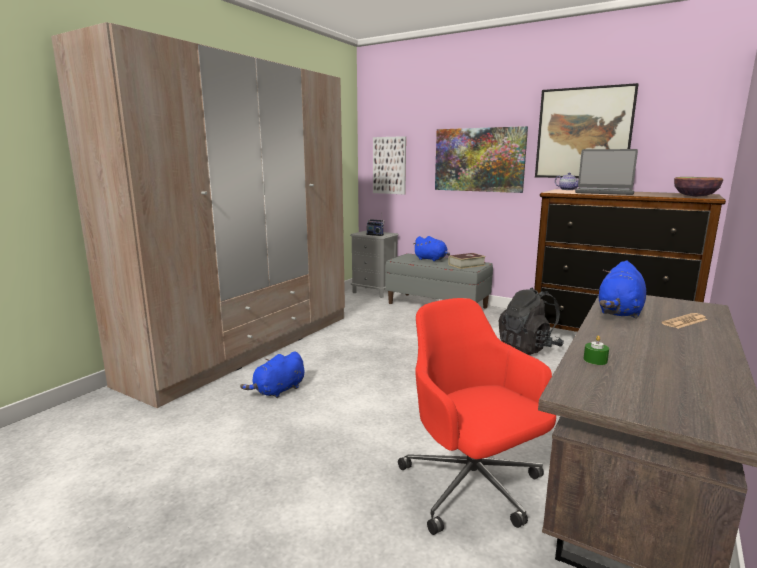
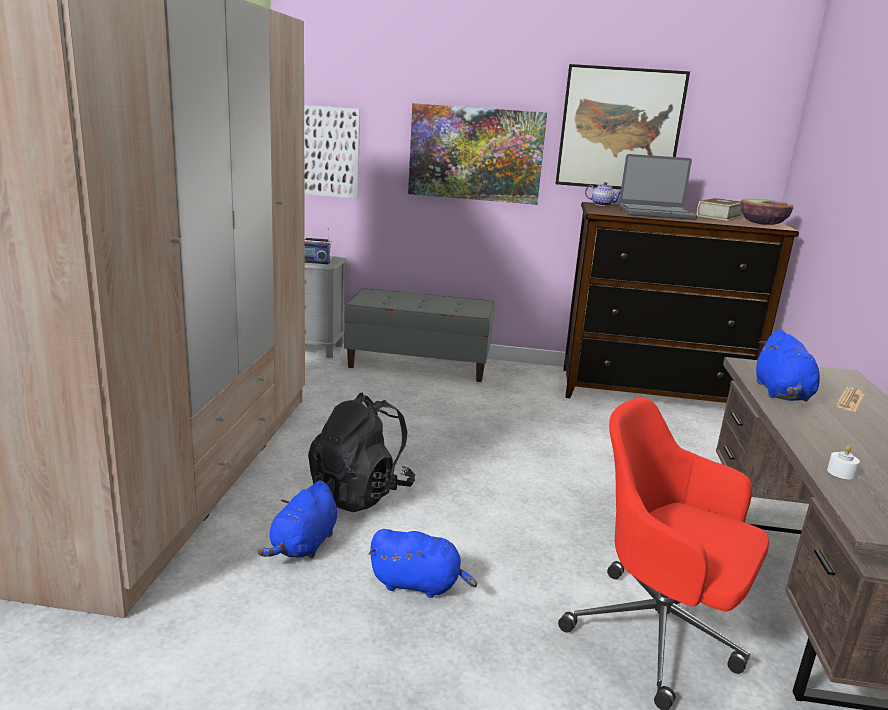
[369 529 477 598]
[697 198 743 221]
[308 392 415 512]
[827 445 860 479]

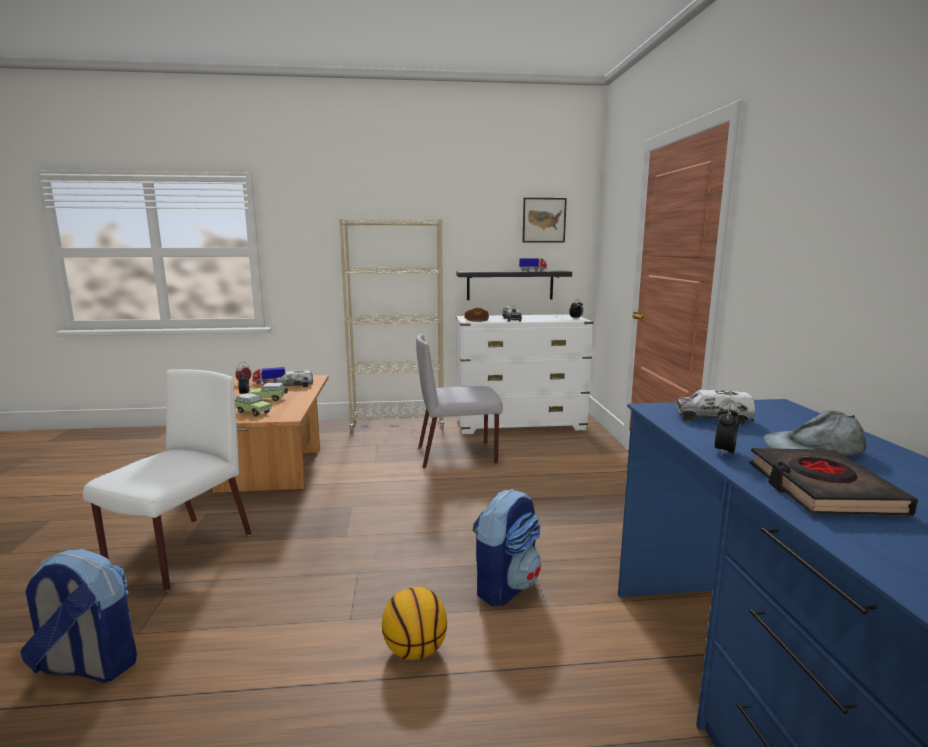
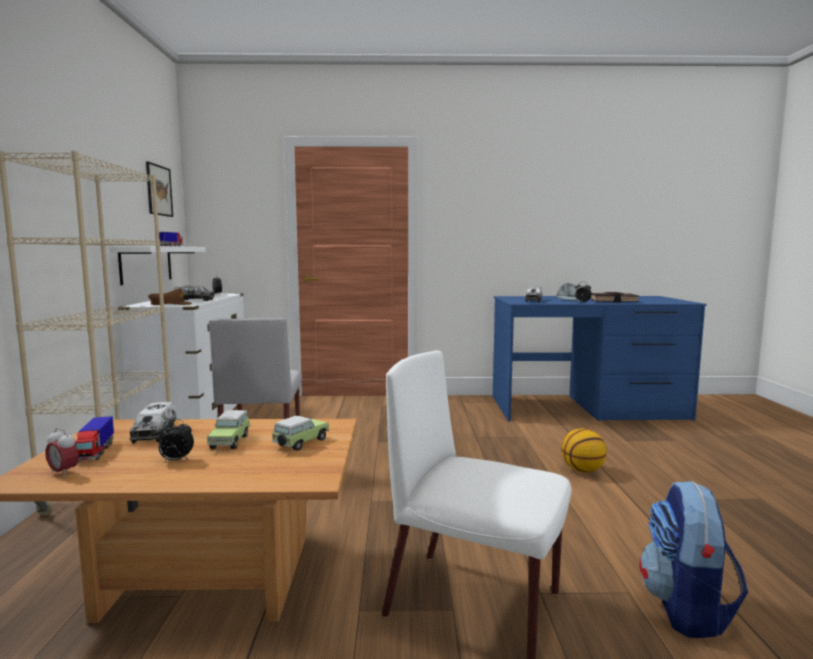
[473 489 541 606] (first image)
[109 246 206 285]

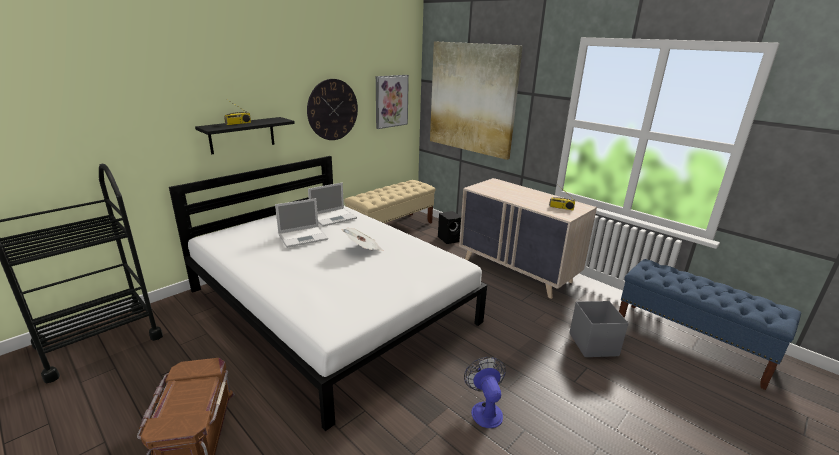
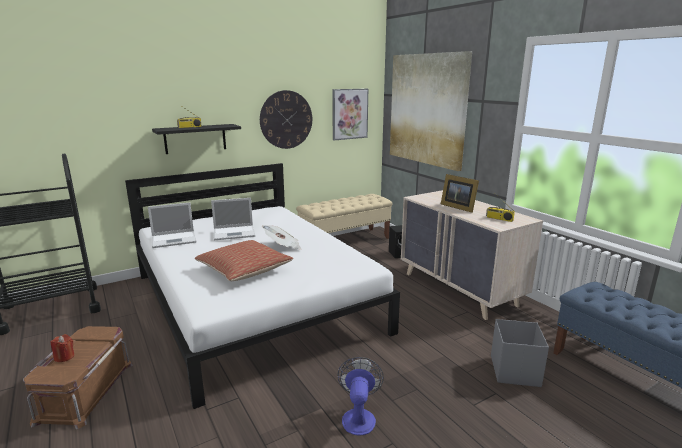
[51 334 75 362]
[195 240 293 281]
[441 174 479 213]
[148 202 196 248]

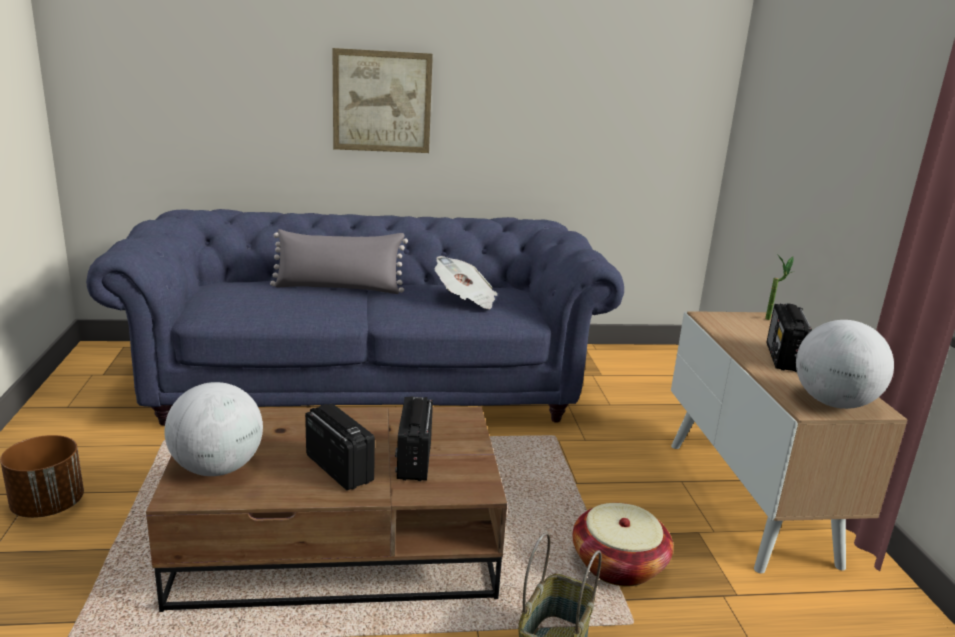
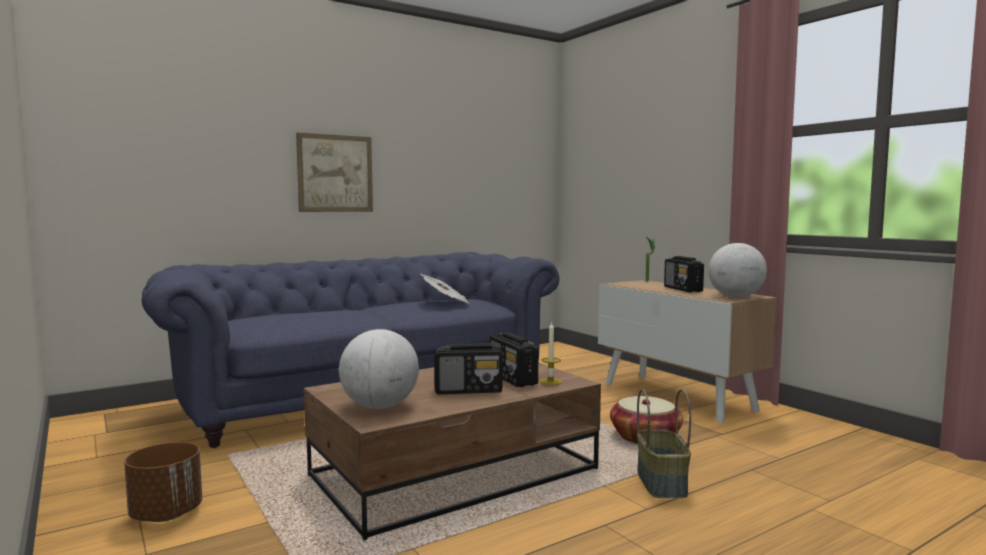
[270 229 408 294] (first image)
[540 321 562 385]
[434 343 503 394]

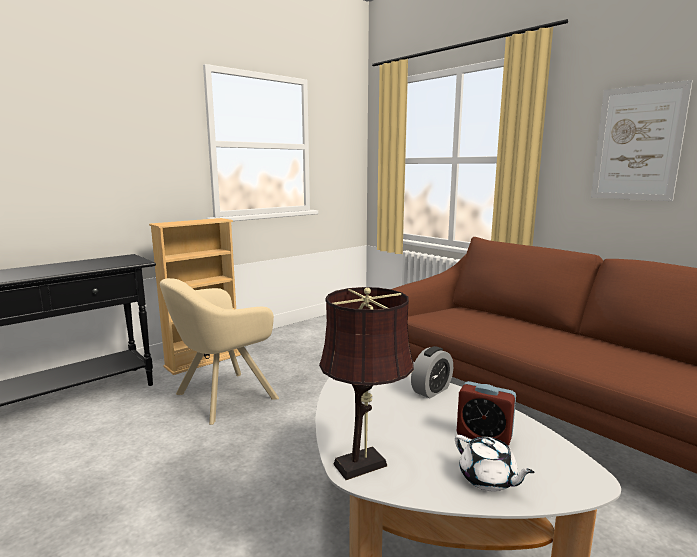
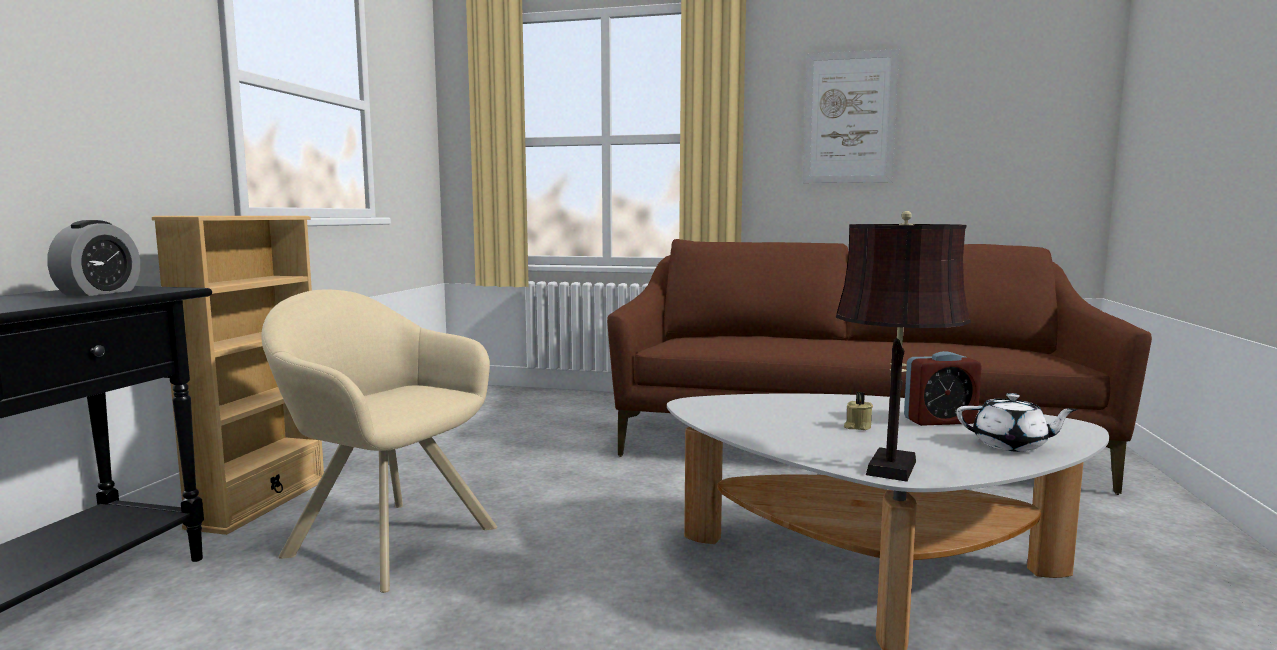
[844 392 873 430]
[47 220 140 296]
[261 289 497 593]

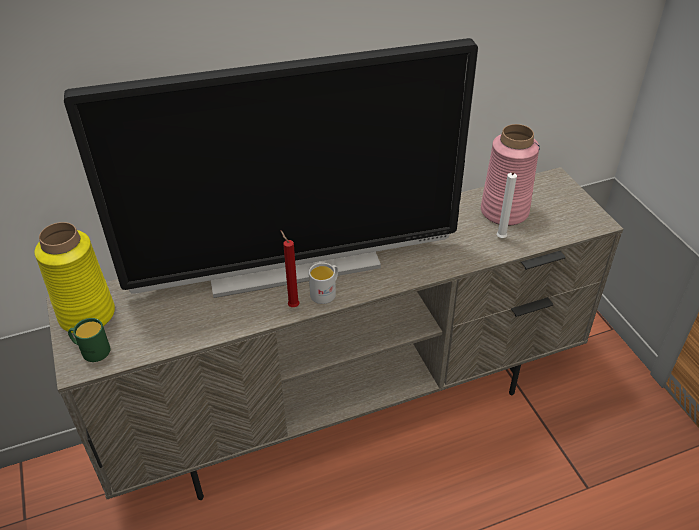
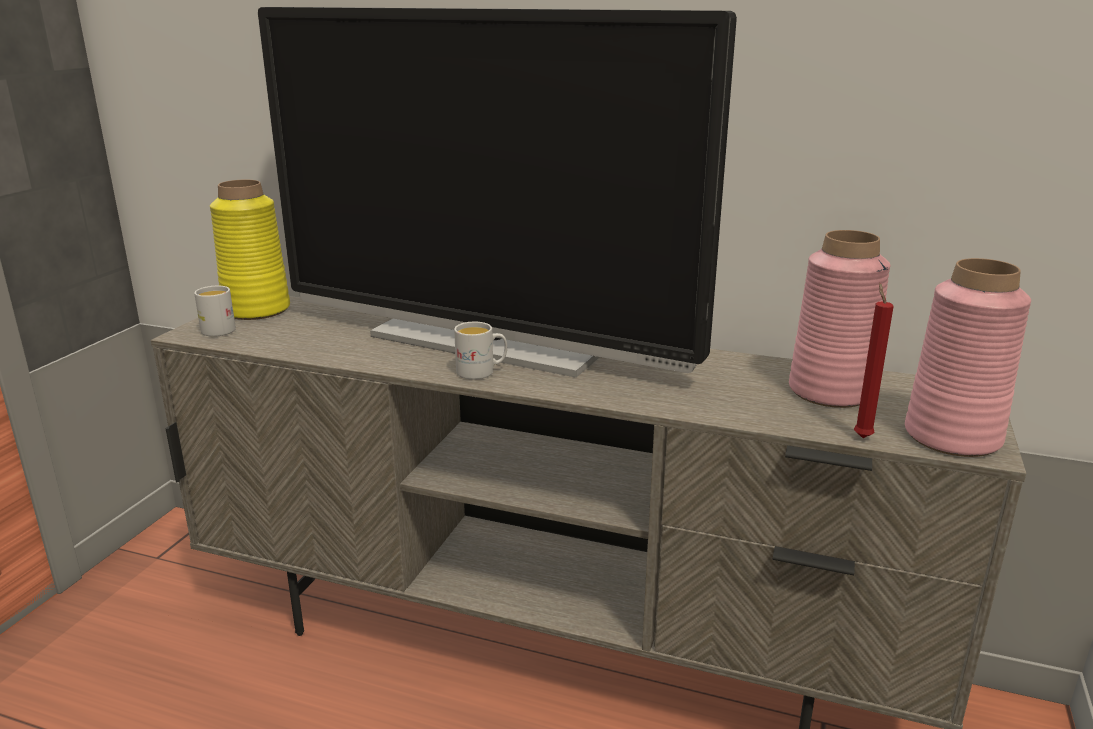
[497 172 517 238] (first image)
[905 258 1031 457]
[854 283 894 438]
[194 286 236 337]

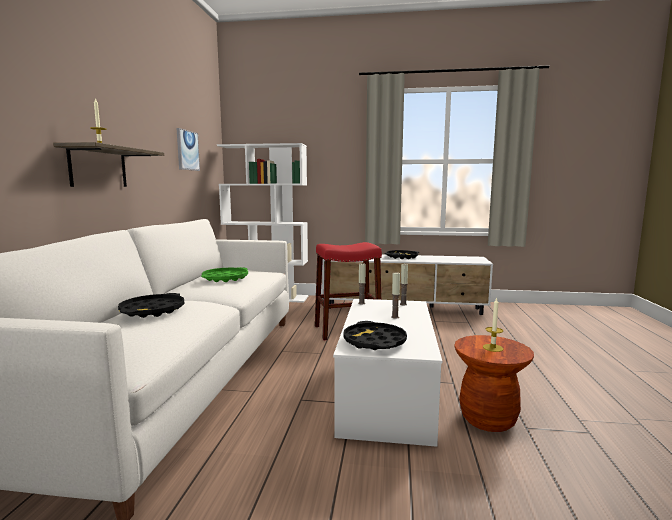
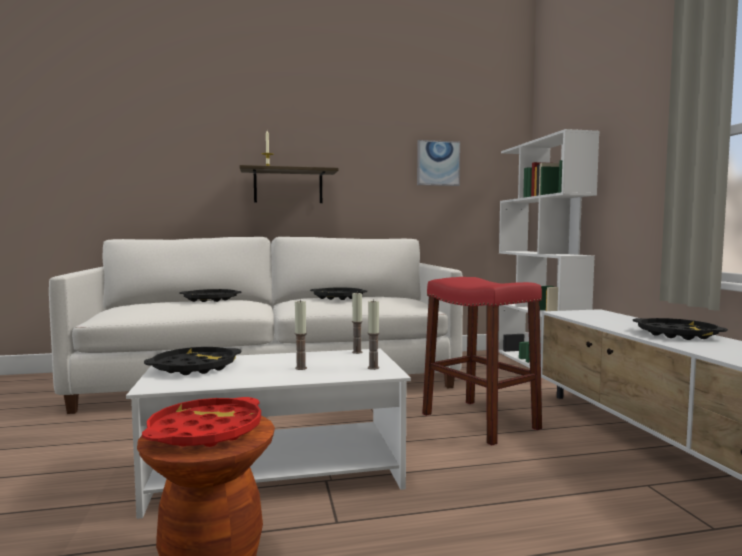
[142 397 261 447]
[310 288 367 300]

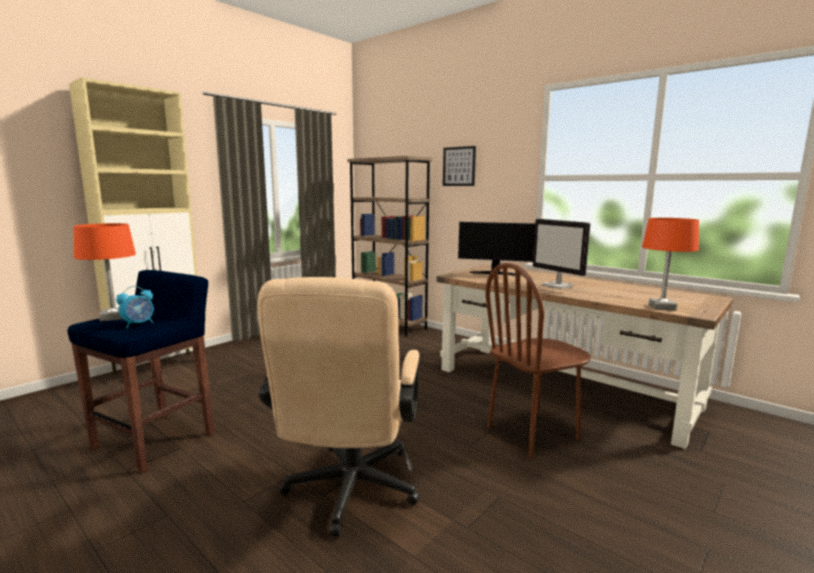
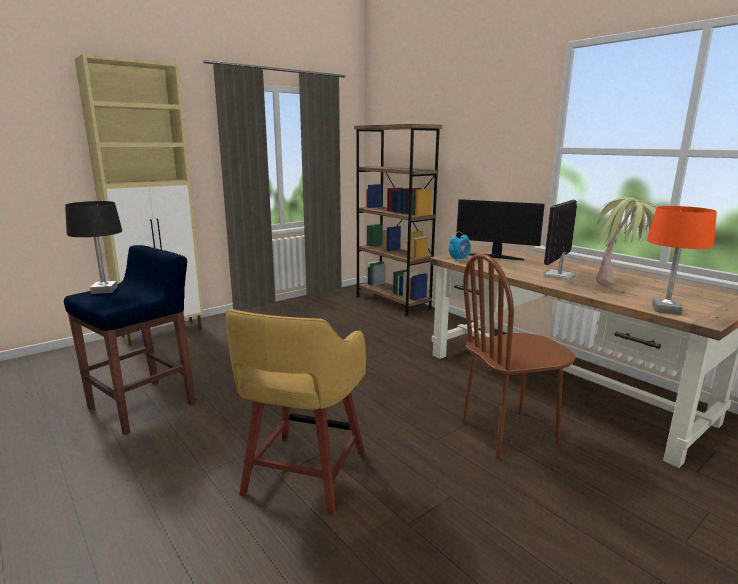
[443 146 476 186] (first image)
[596 197 656 287]
[449 231 471 262]
[226 309 366 516]
[65 201 122 294]
[543 200 577 280]

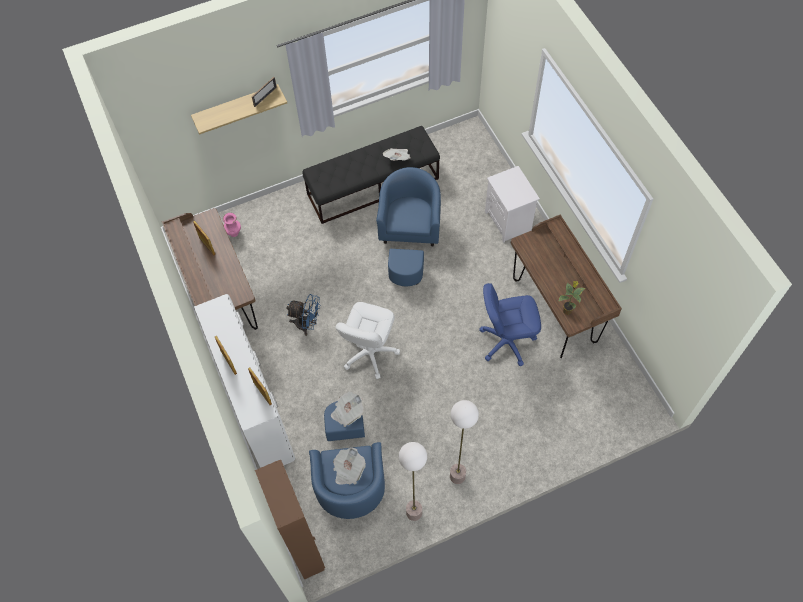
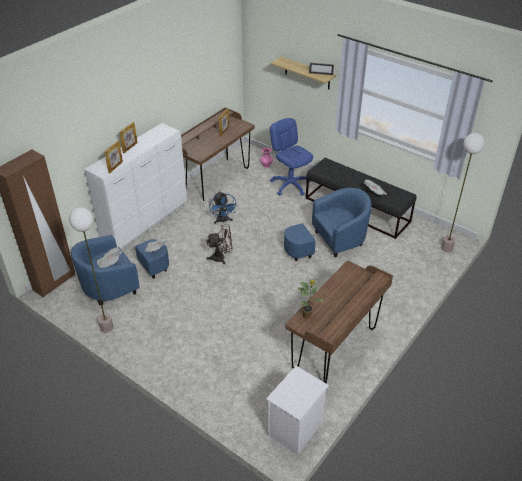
[441 133 484 252]
[270 118 313 195]
[266 366 329 455]
[206 225 233 264]

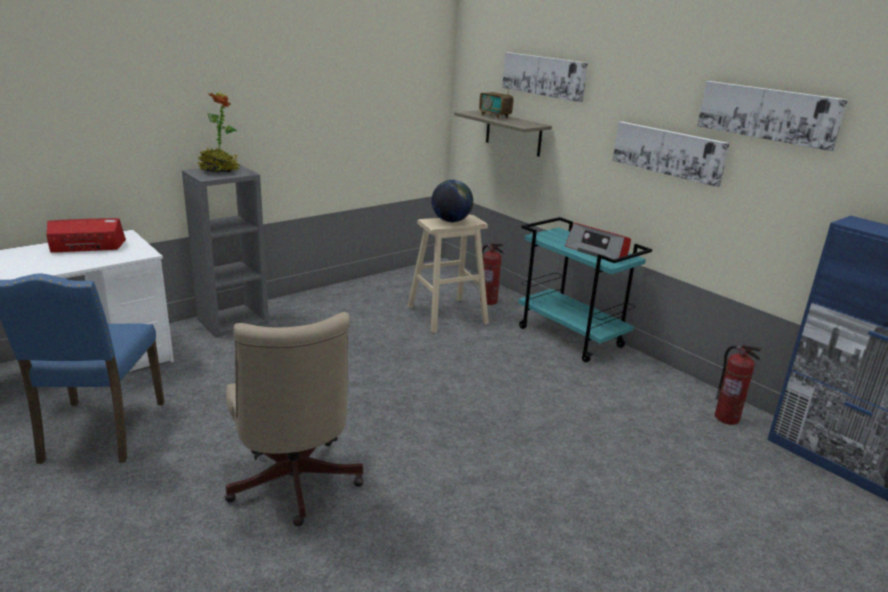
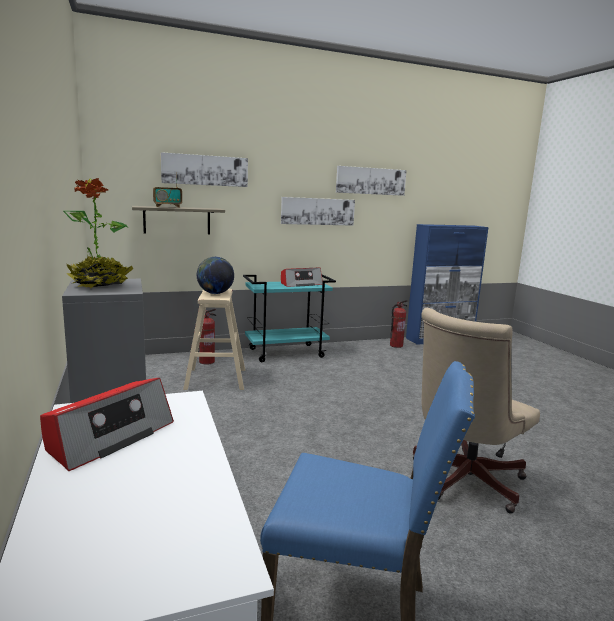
[40 378 174 471]
[413 308 540 514]

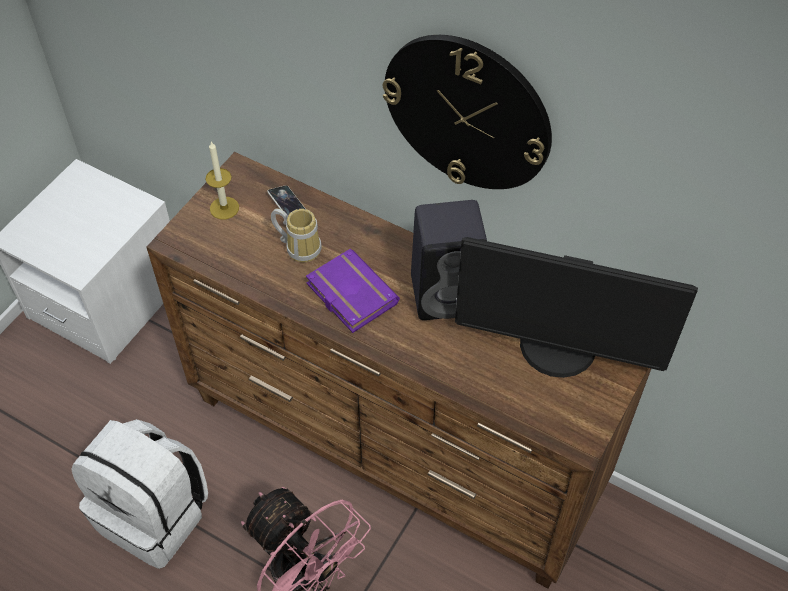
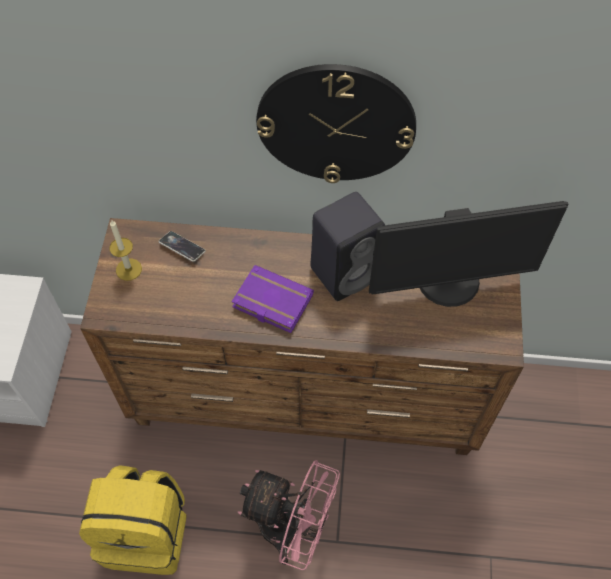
[271 209 322 262] (first image)
[79 465 187 575]

